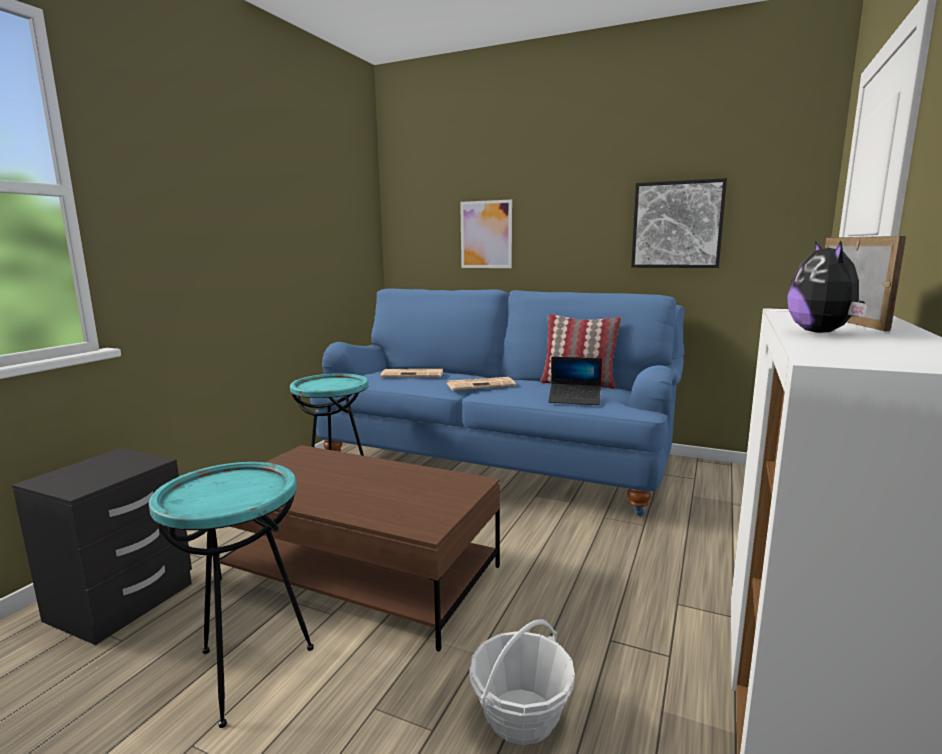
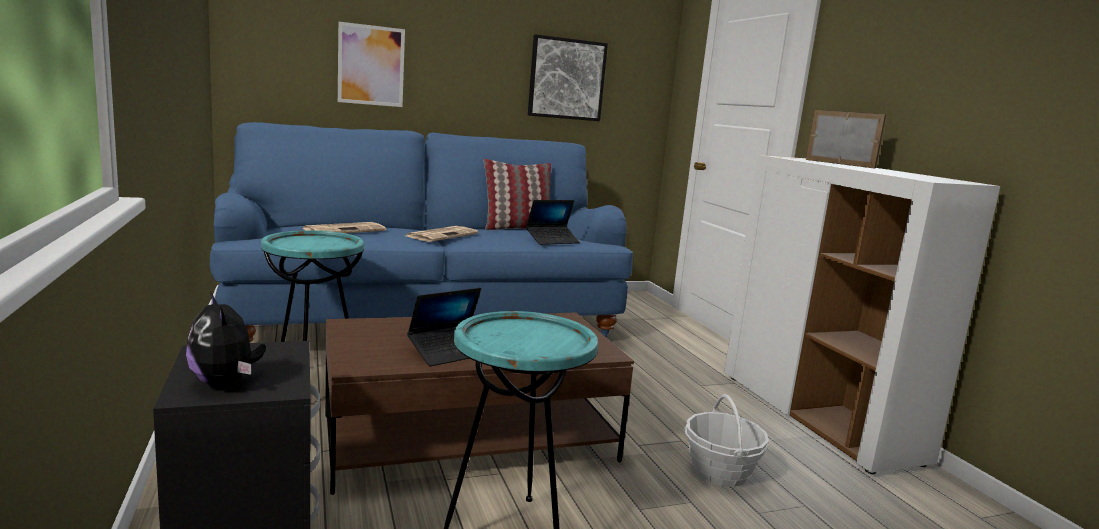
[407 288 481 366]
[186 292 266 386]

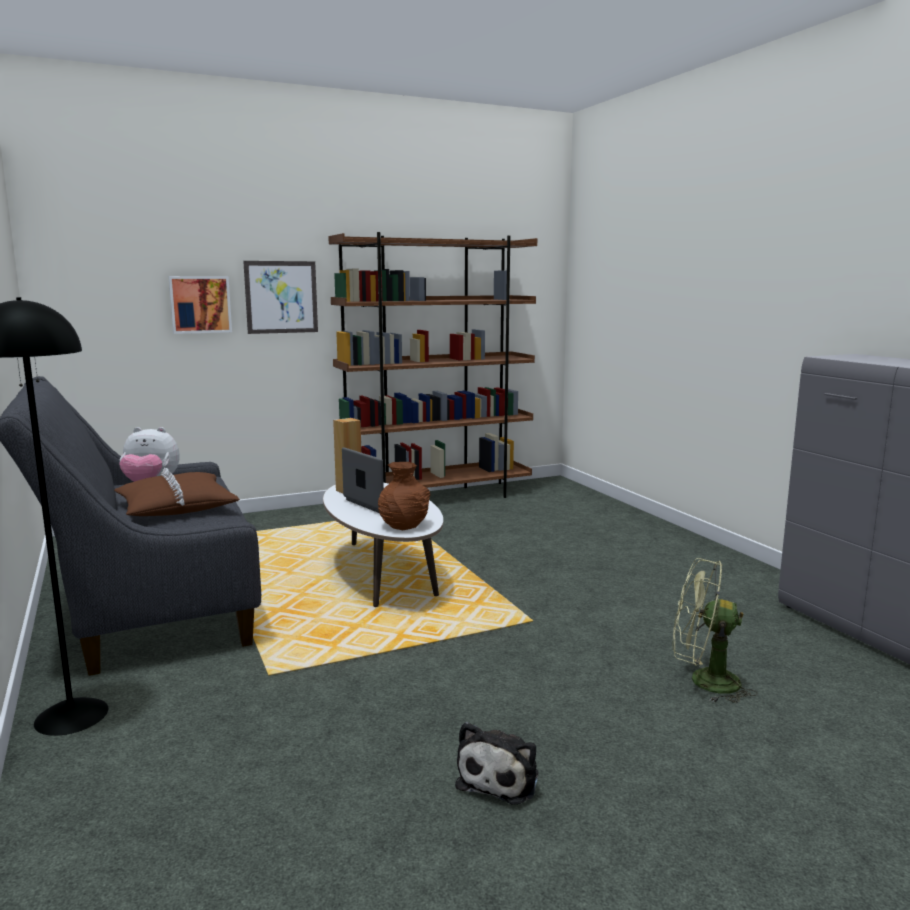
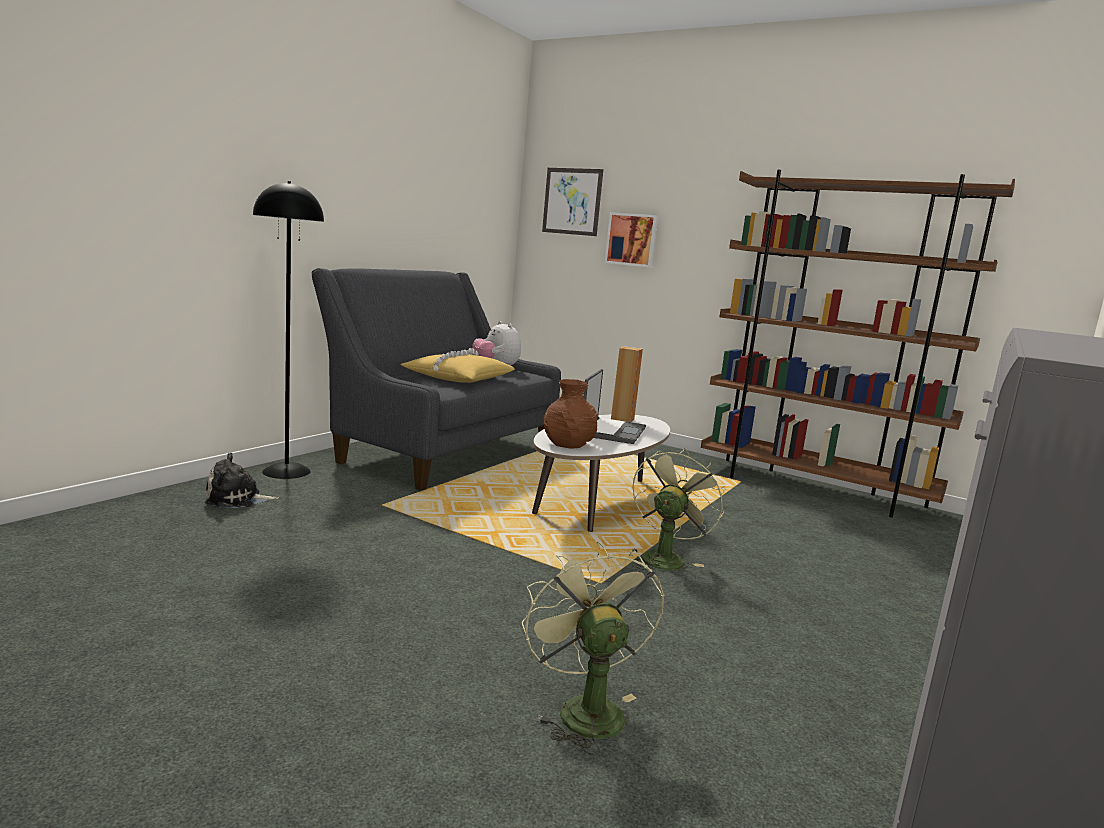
[631 448 726 570]
[542 168 604 236]
[204 453 279 508]
[400 348 515 383]

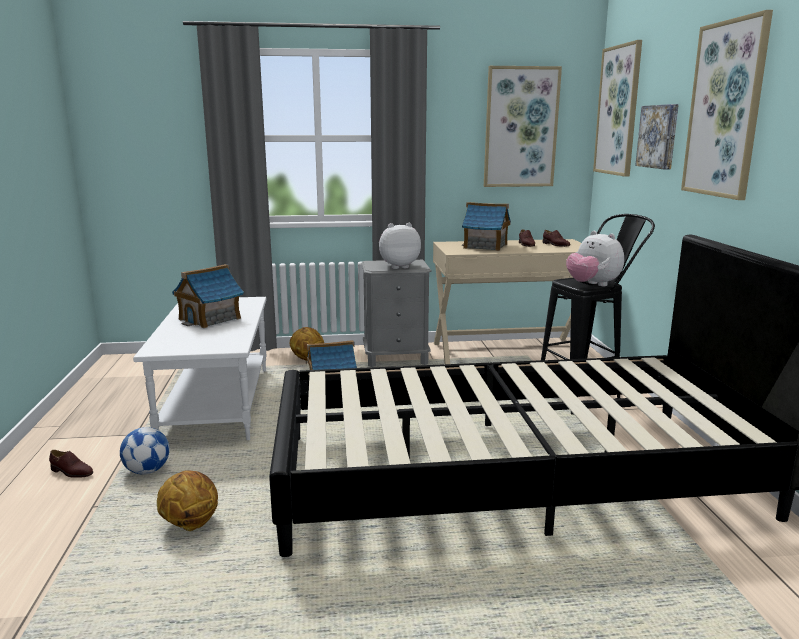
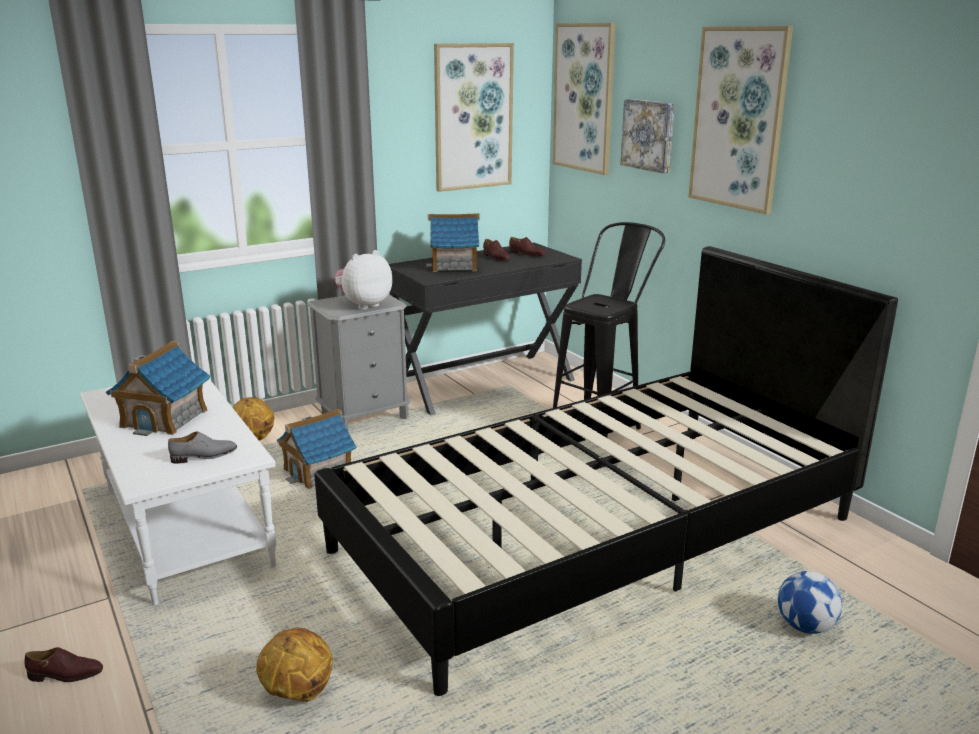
[566 231 624 286] (first image)
[168 431 237 464]
[778 571 842 634]
[389 243 582 415]

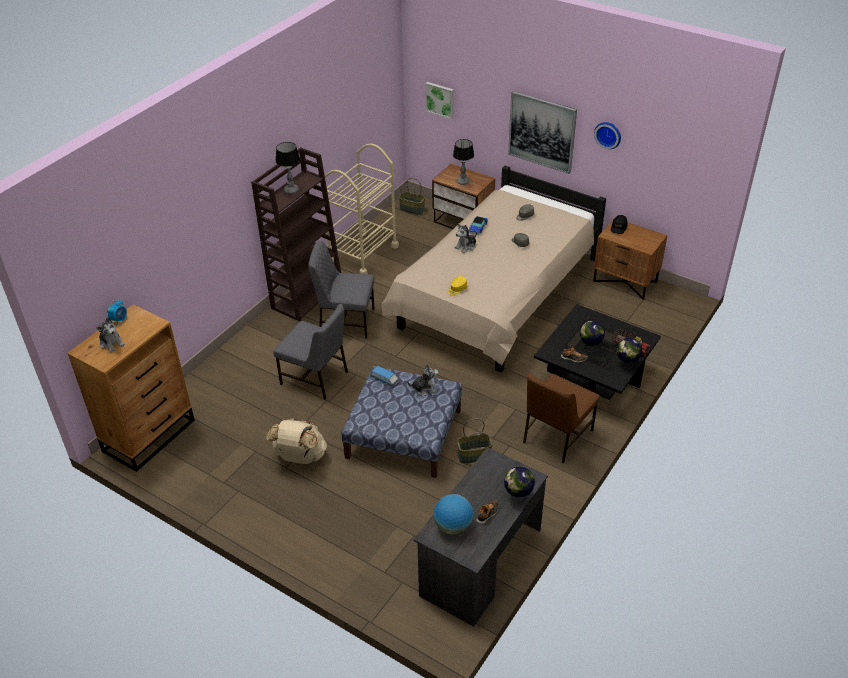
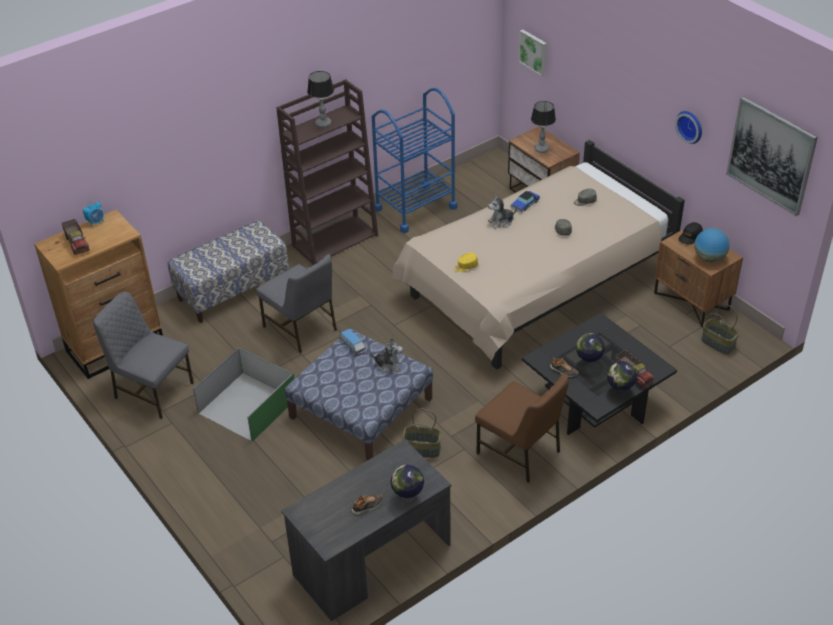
[168 220 289 323]
[93 292 194 419]
[701 304 739 355]
[694 228 730 262]
[726 97 818 216]
[62 219 90 255]
[193 347 294 442]
[372 88 458 233]
[475 374 569 483]

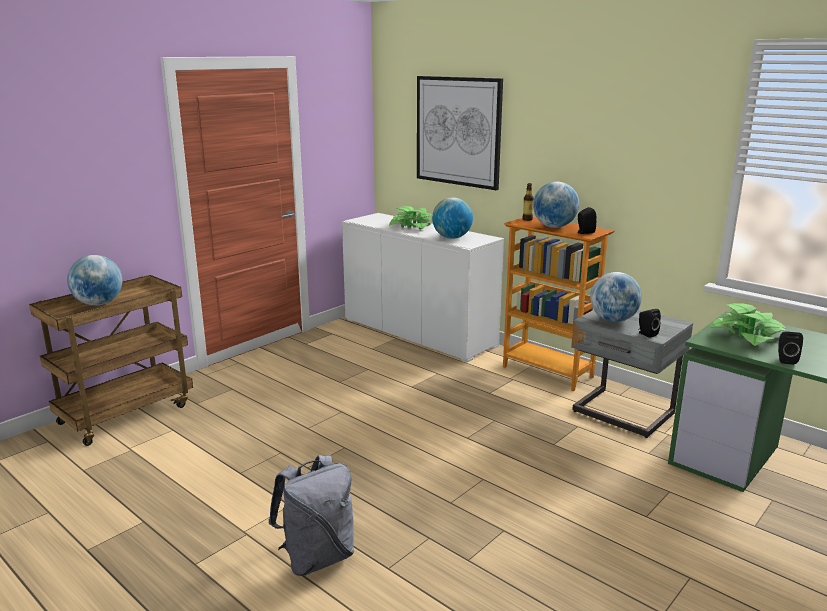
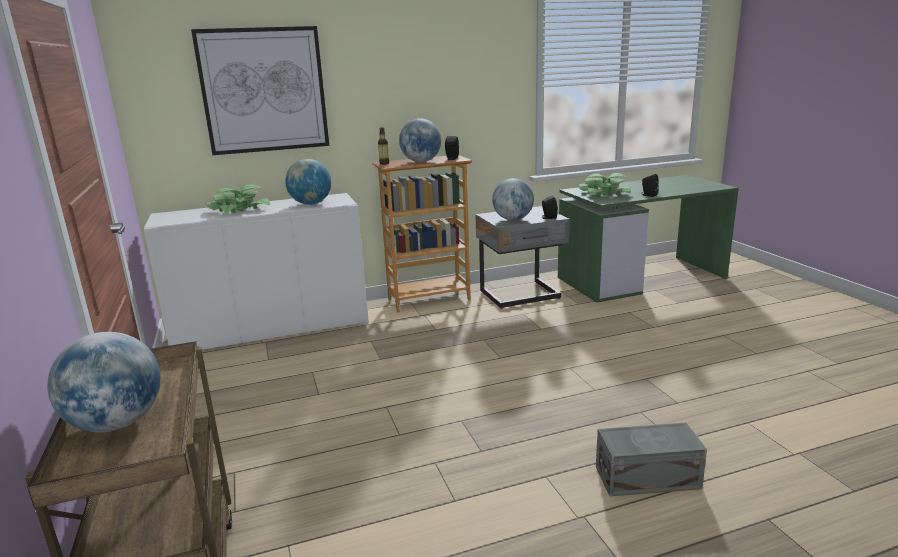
[596 423 707 497]

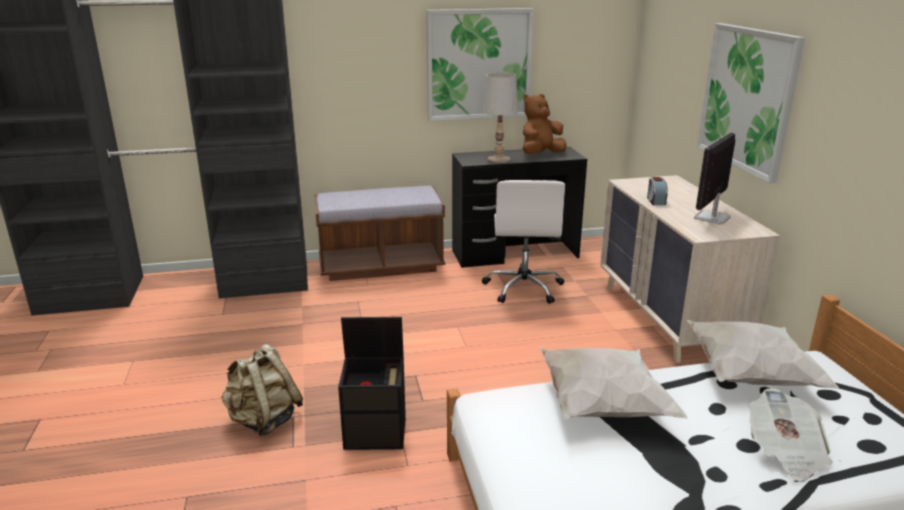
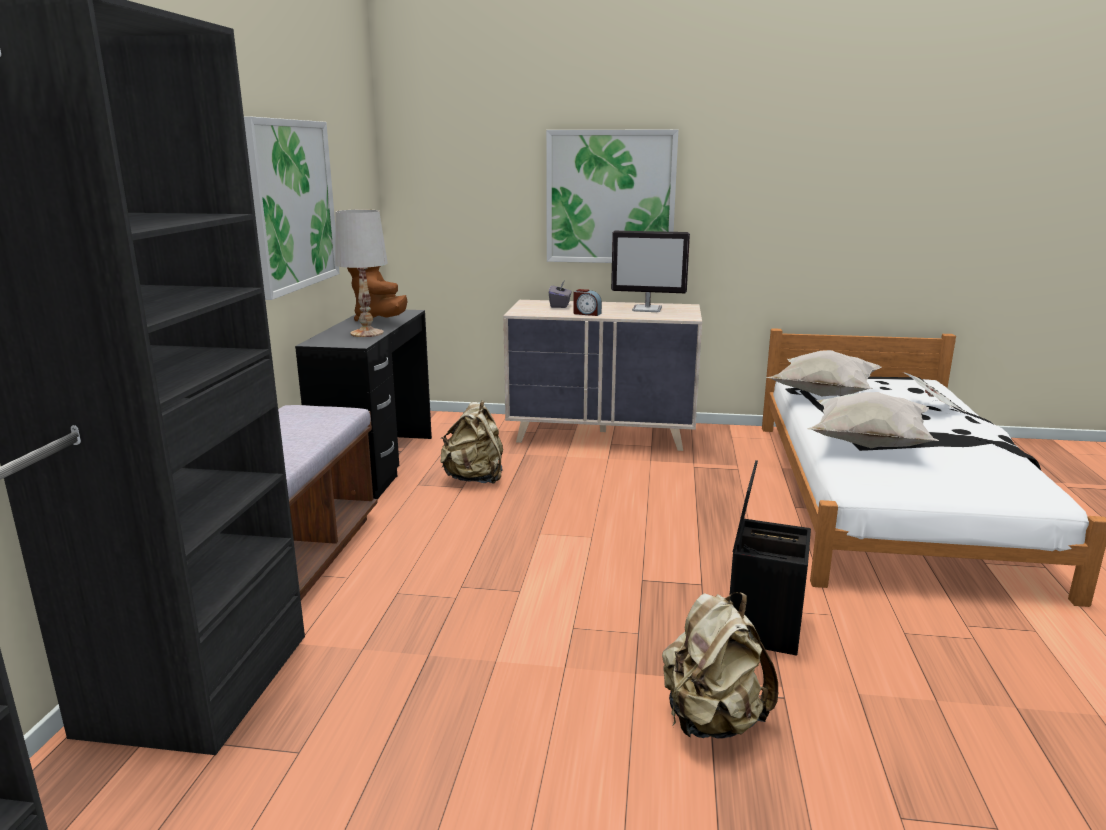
[549 280 572 308]
[440 401 503 484]
[611 231 690 312]

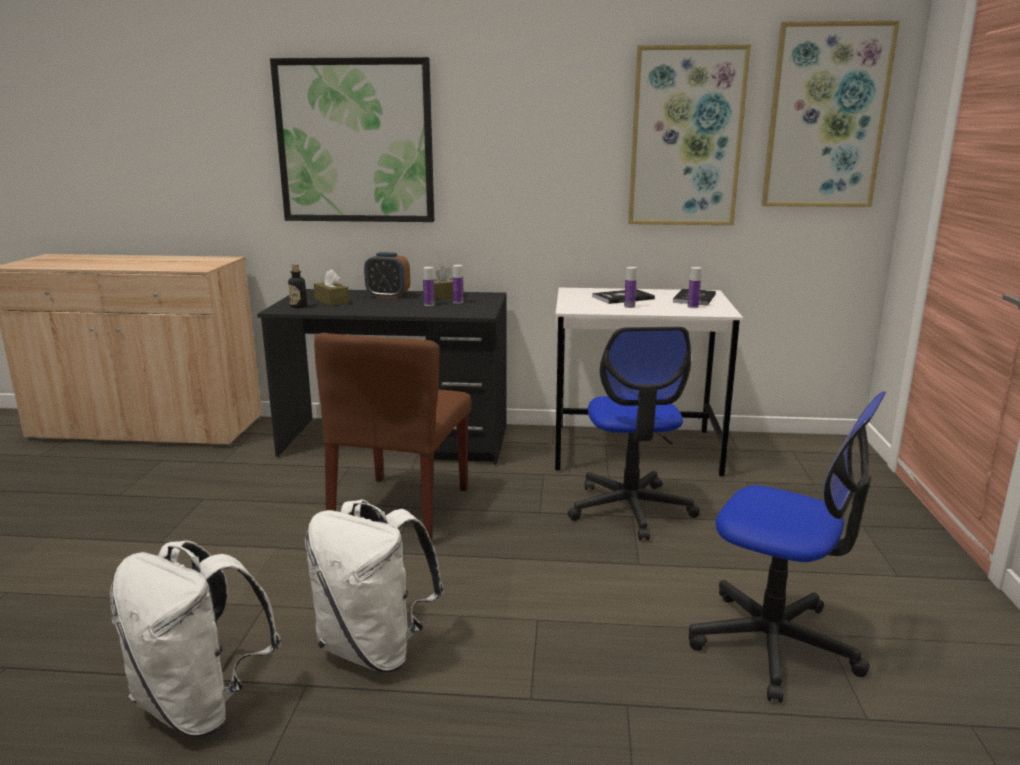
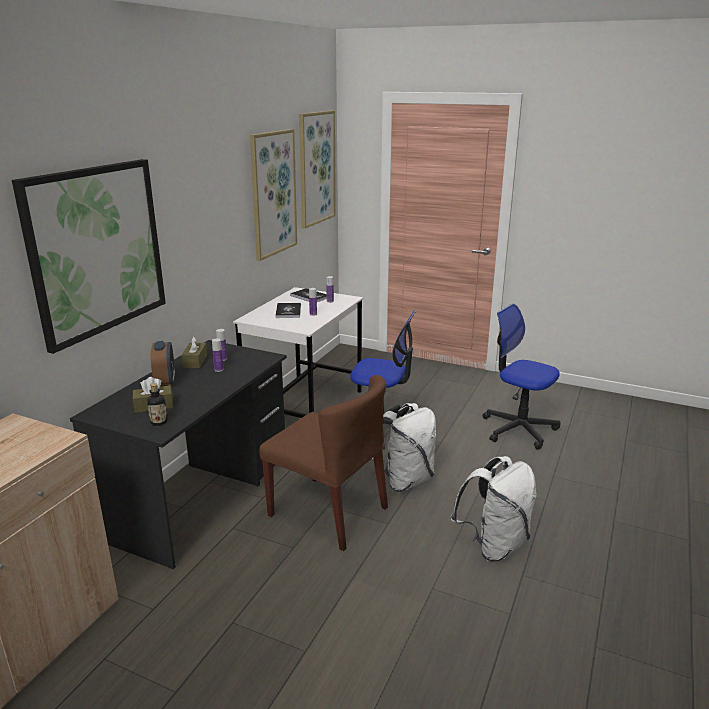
[371 403 436 492]
[150 341 175 386]
[483 303 561 450]

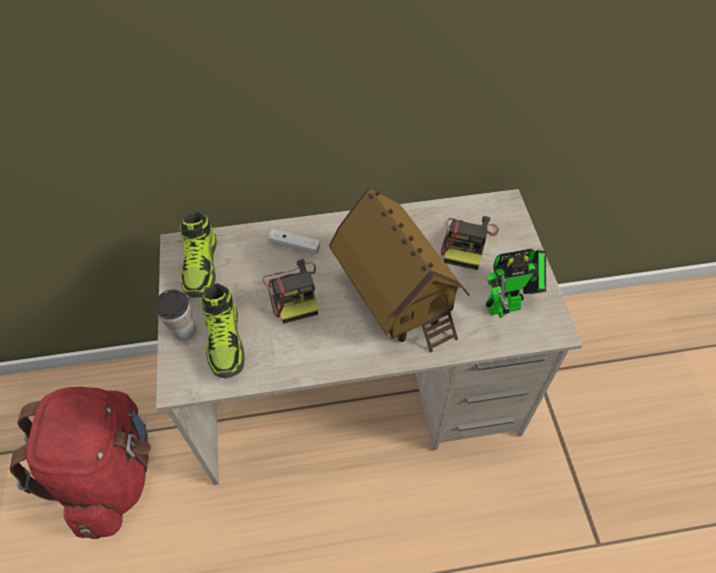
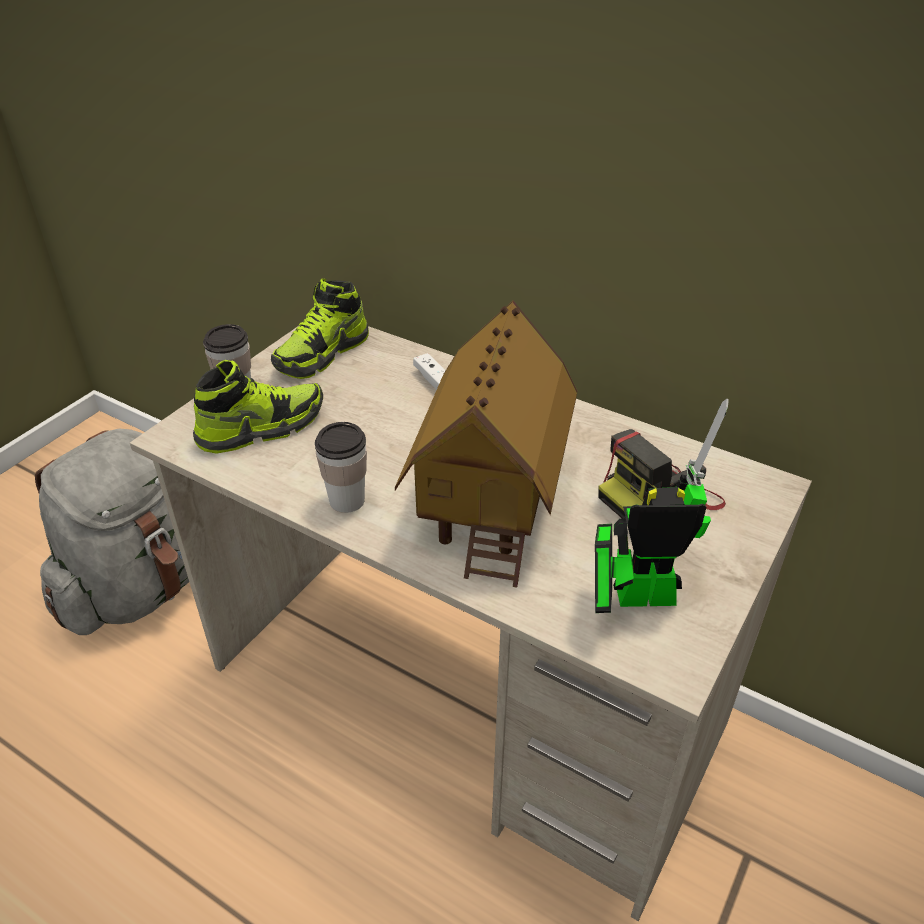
[263 259 318 324] (first image)
[315 422 367 513]
[35 429 189 635]
[193 360 323 454]
[595 399 729 613]

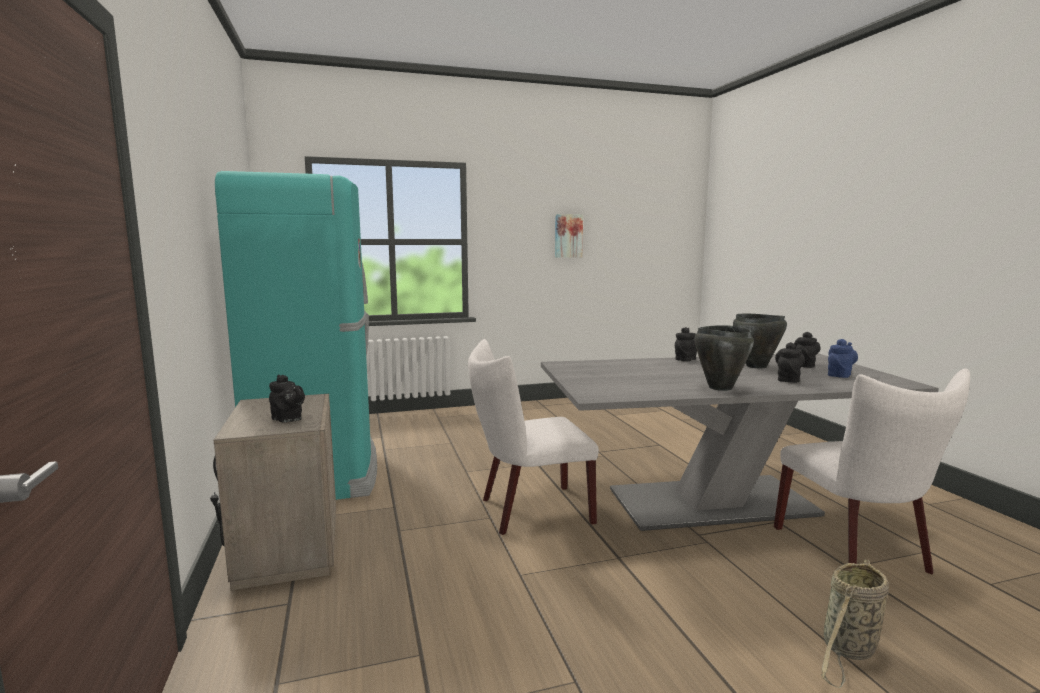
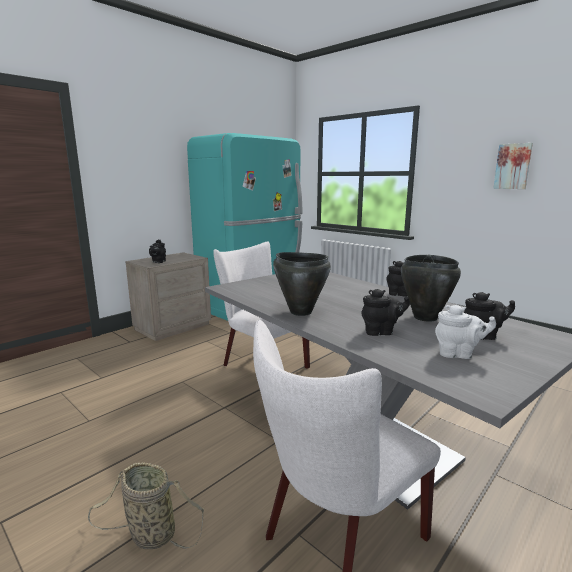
[435 305 496 359]

